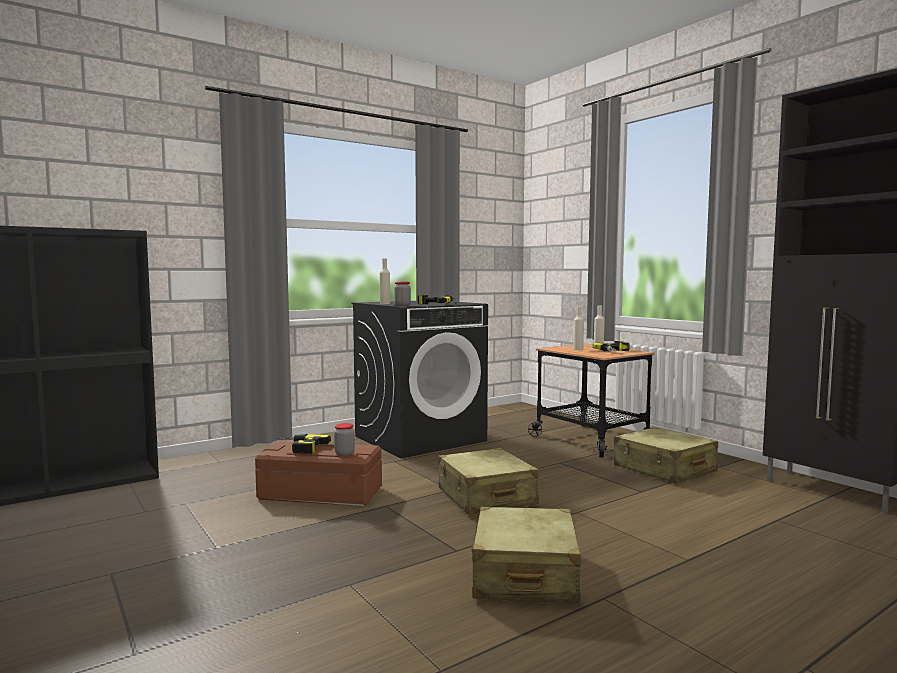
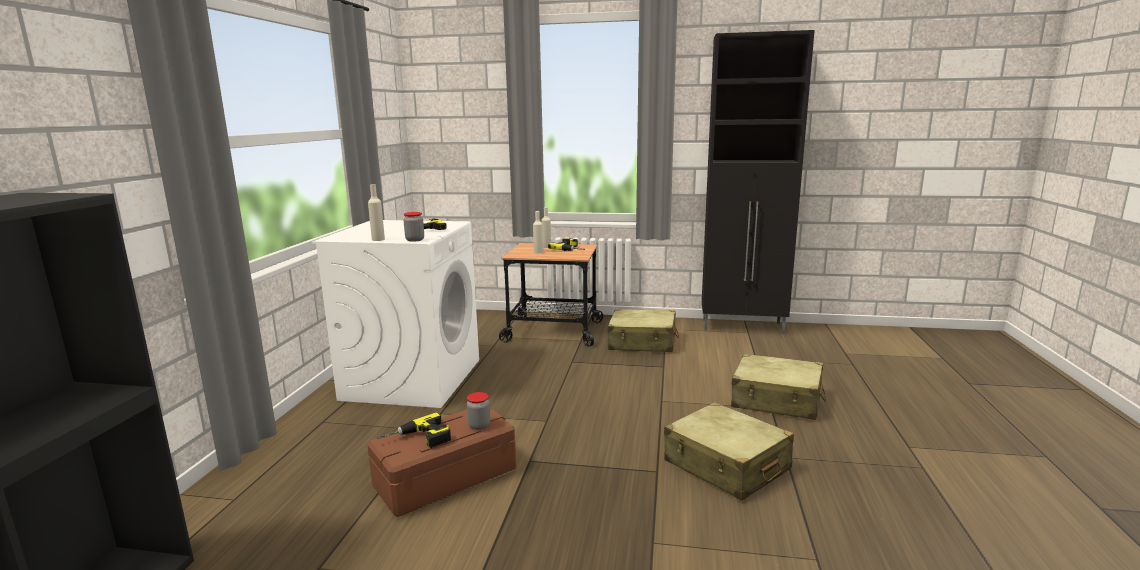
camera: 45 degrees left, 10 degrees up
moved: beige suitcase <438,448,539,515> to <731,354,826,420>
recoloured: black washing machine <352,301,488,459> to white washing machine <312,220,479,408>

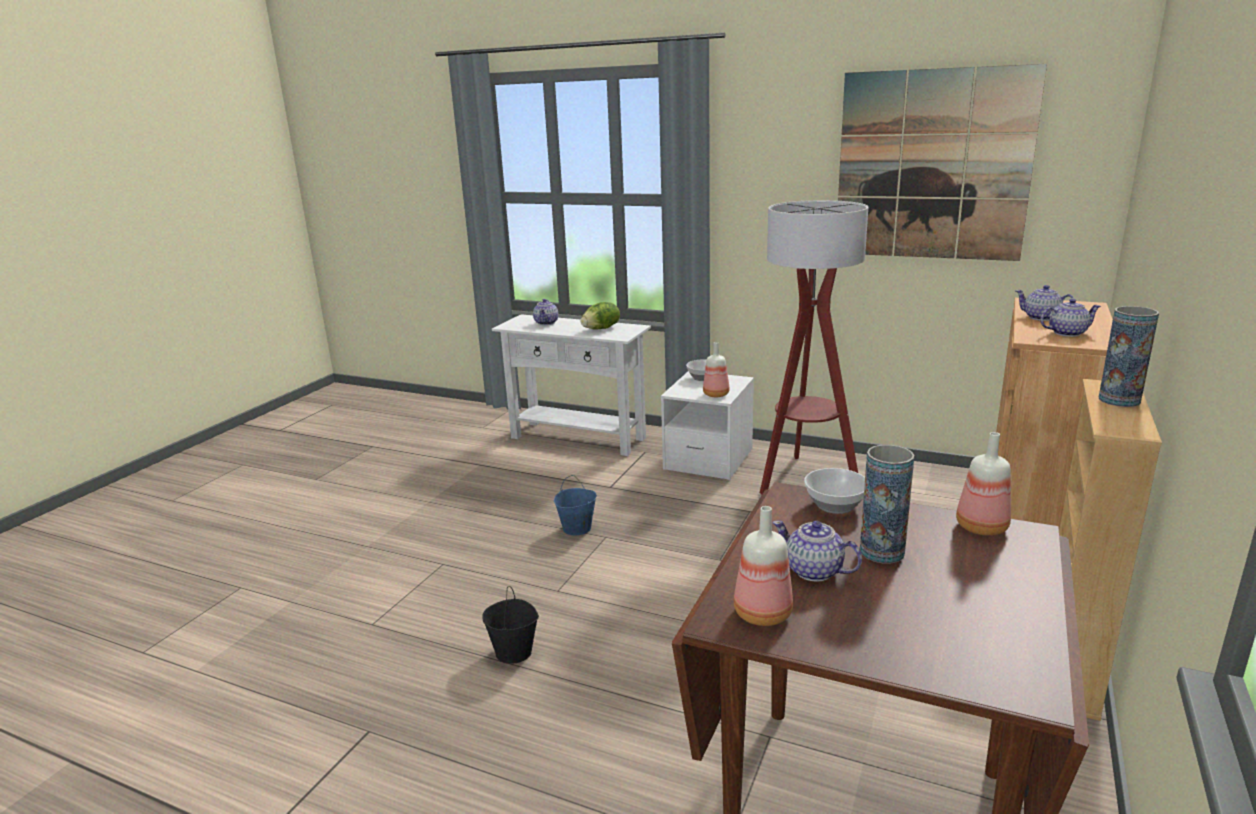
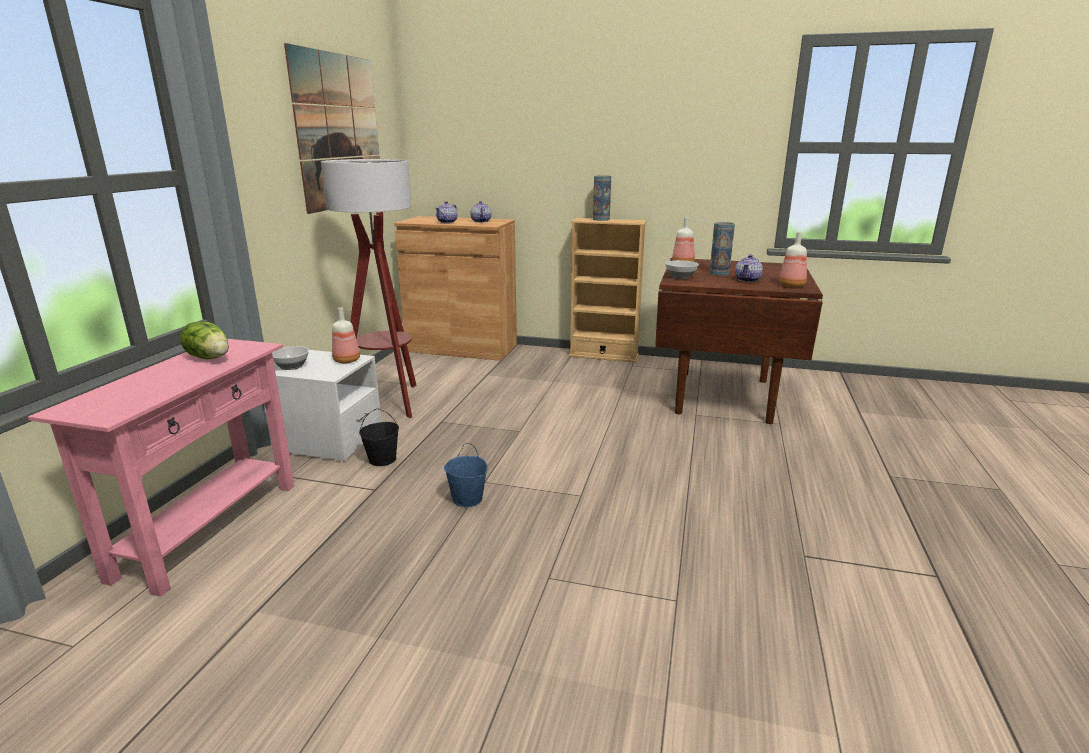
camera: 100 degrees left, 0 degrees up
removed: teapot <533,299,558,325>
moved: black bucket <482,586,539,664> to <359,408,399,466>
recoloured: white console table <492,314,651,456> to pink console table <28,339,294,597>

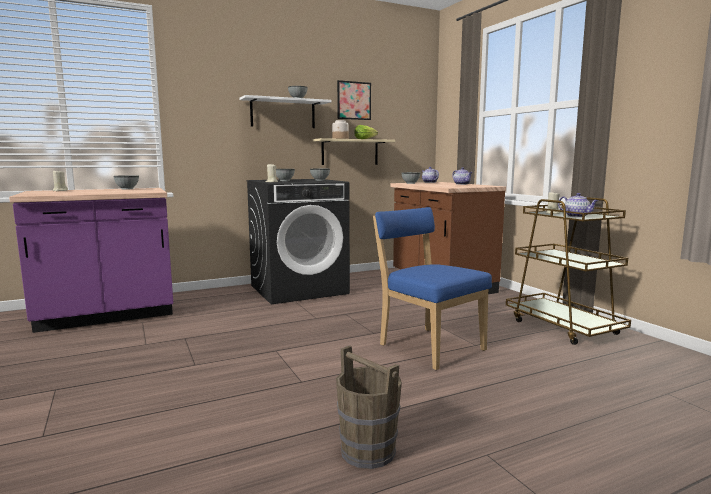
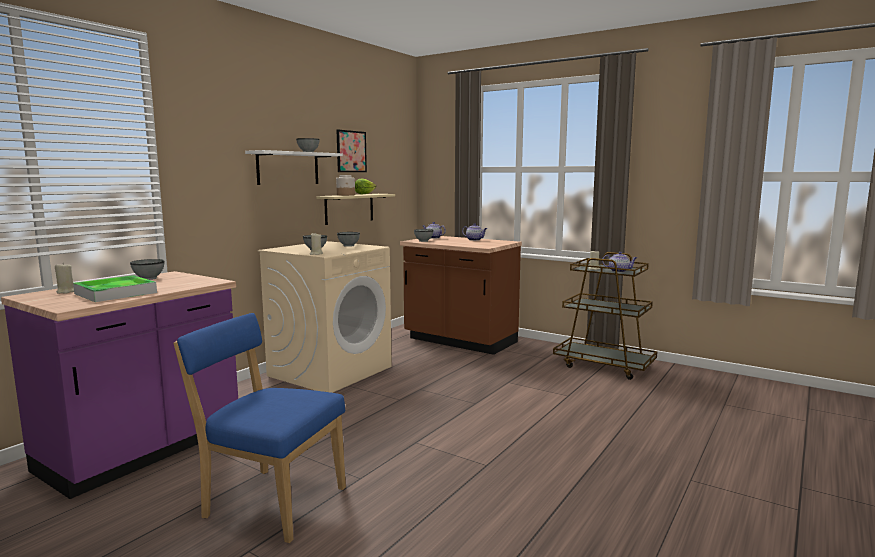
camera: 30 degrees left, 0 degrees up
removed: brown bucket <336,345,402,469>
added: tray <73,275,157,302>
moved: blue chair <373,207,492,370> to <173,313,346,543>
recoloured: black washing machine <247,179,350,304> to beige washing machine <258,241,392,393>

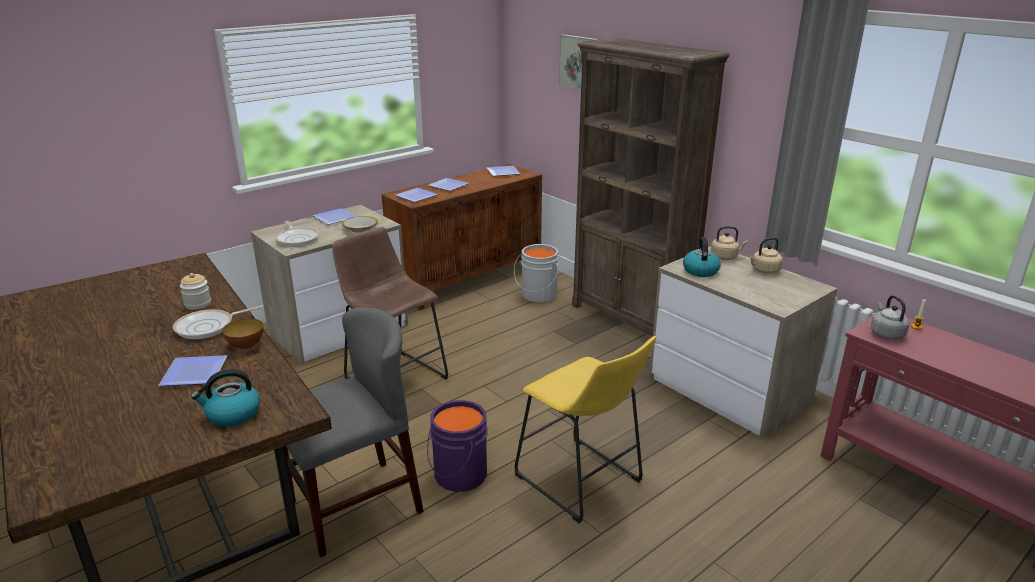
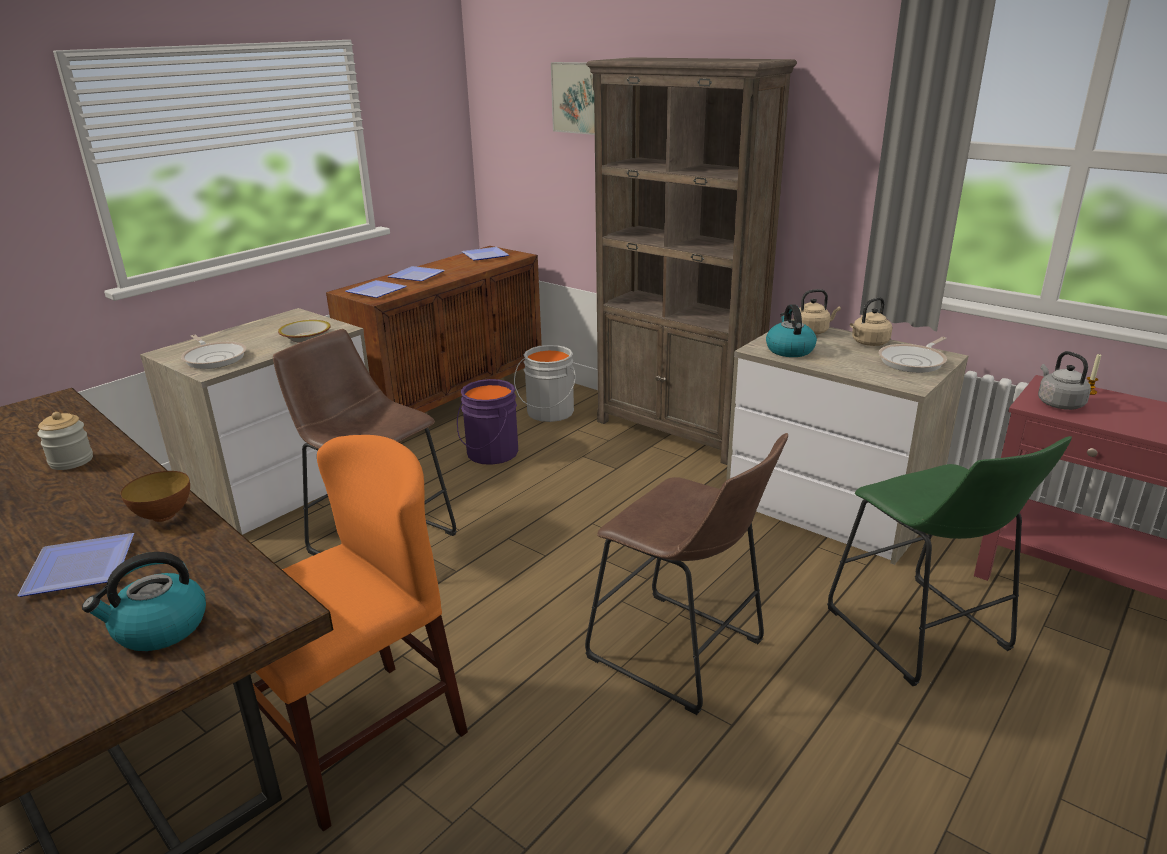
camera: 10 degrees left, 0 degrees up
removed: plate <313,208,356,225>
added: green stool <827,436,1072,686>
moved: frying pan <173,306,260,339> to <879,337,947,373>; purple bucket <427,400,488,492> to <457,379,518,465>
recoloured: grey chair <285,307,424,557> to orange chair <253,435,468,831>; yellow stool <515,336,656,523> to brown stool <585,433,788,715>

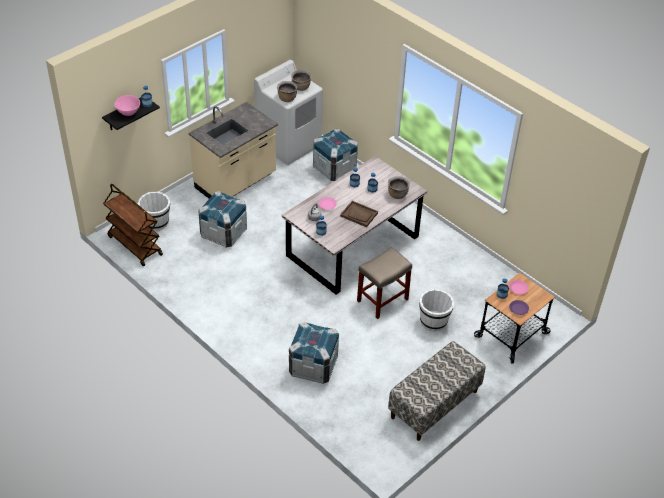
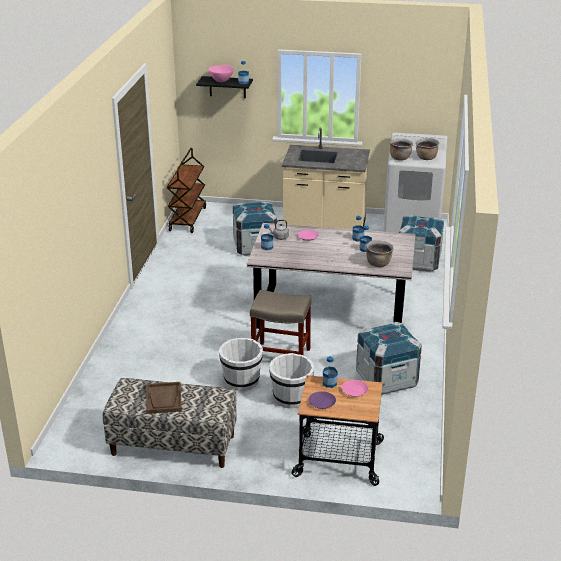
camera: 55 degrees right, 15 degrees down
moved: white bucket <138,192,170,231> to <219,338,263,391>; crate <289,322,339,384> to <356,322,422,395>; brown tray <340,201,378,227> to <146,382,182,414>

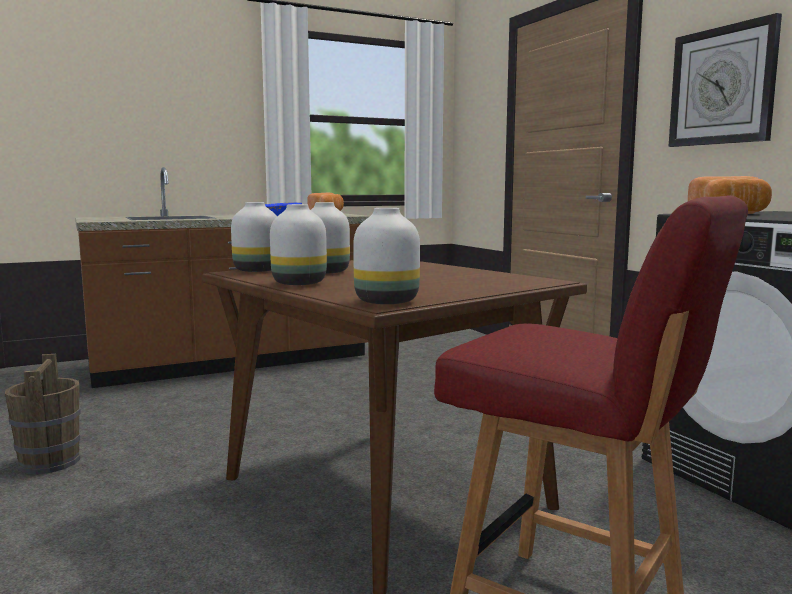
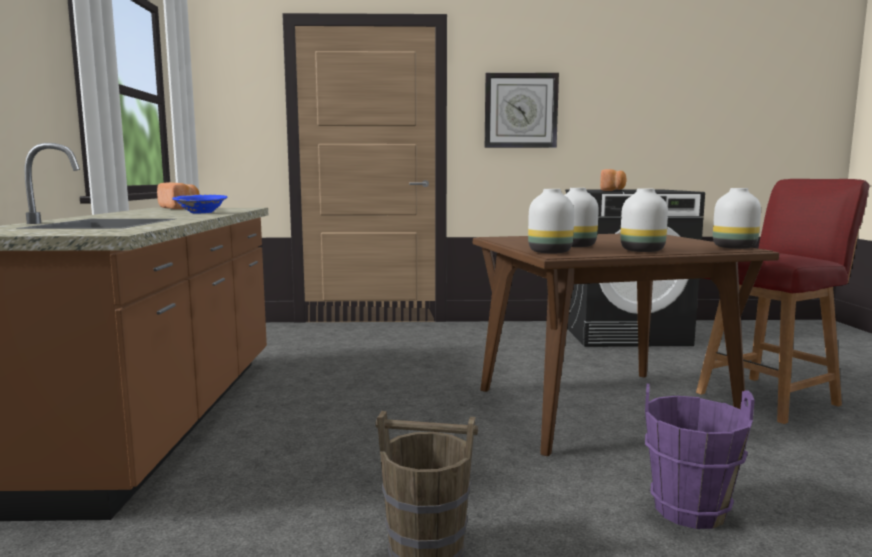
camera: 65 degrees left, 0 degrees up
added: purple bucket <645,384,755,529>

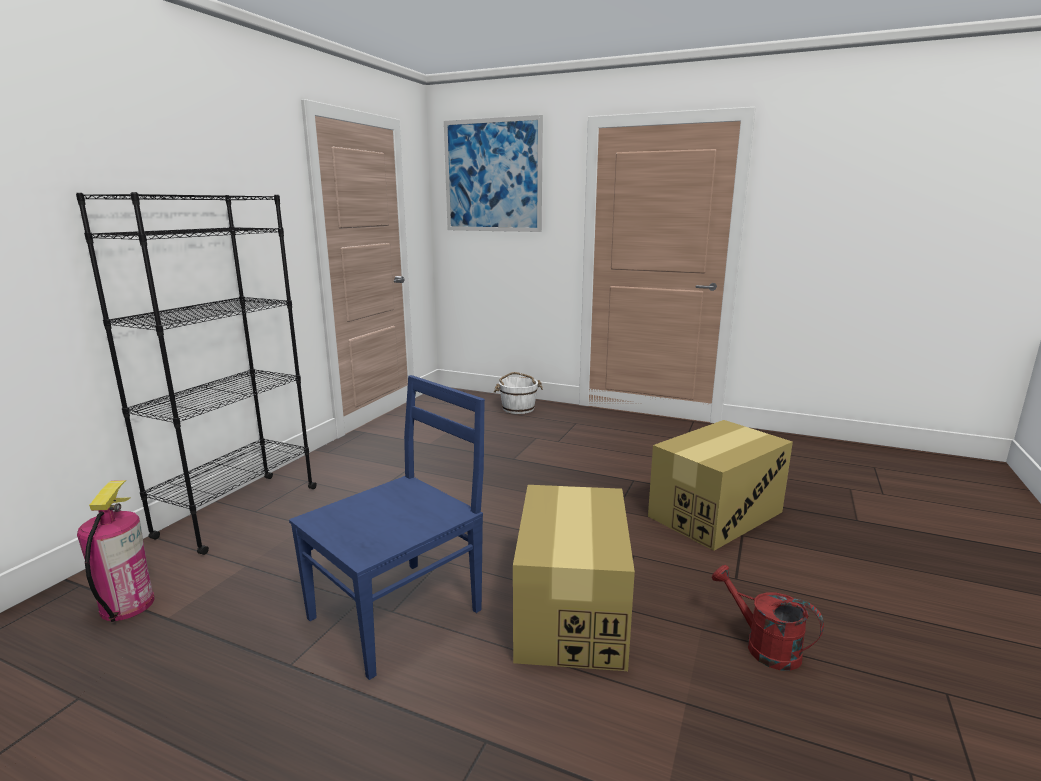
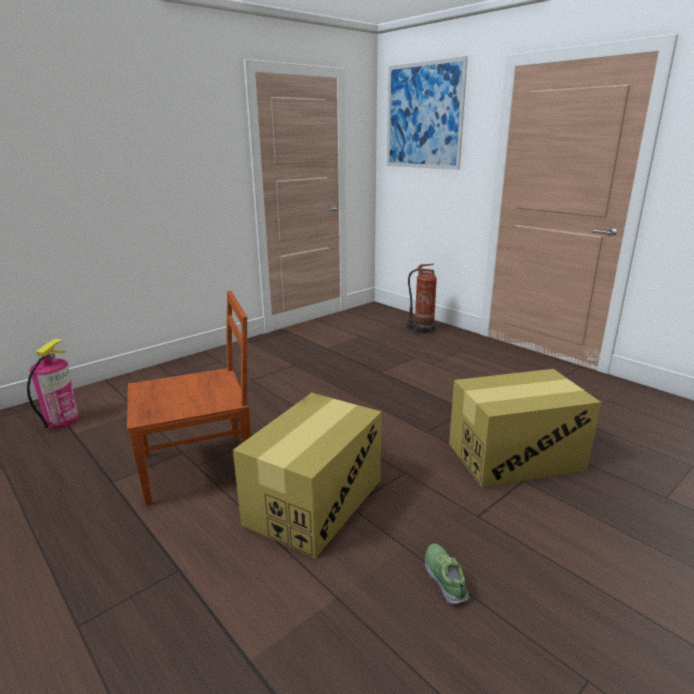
camera: 25 degrees right, 5 degrees up
removed: black bookcase <76,192,317,555>
replaced: white bucket <494,372,543,414> to fire extinguisher <407,264,437,334>; red watering can <712,565,824,671> to shoe <425,543,469,605>
recoloured: blue chair <289,375,485,680> to brown chair <127,291,251,506>

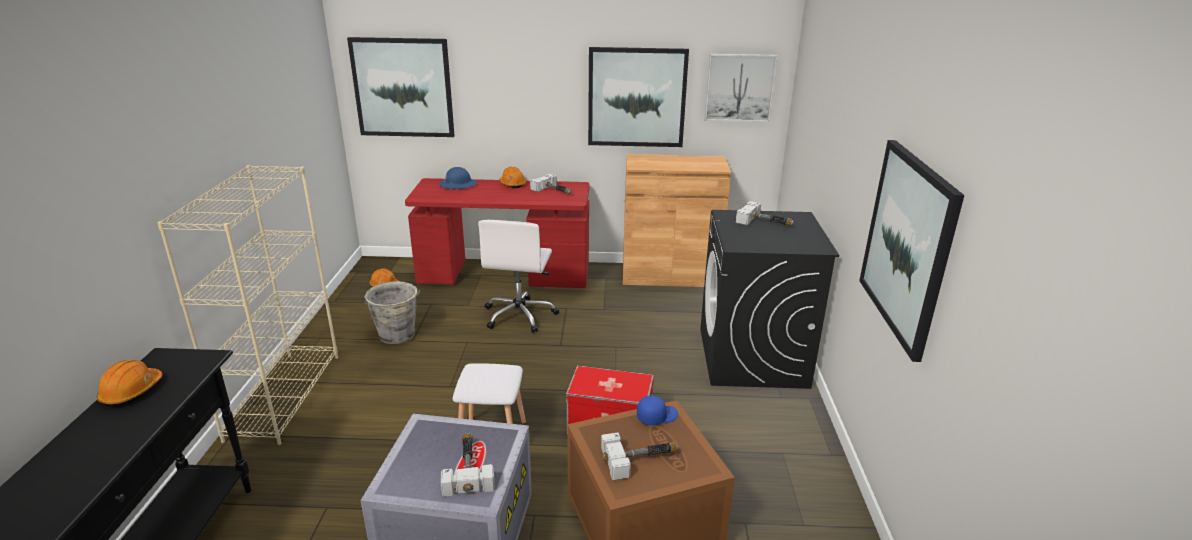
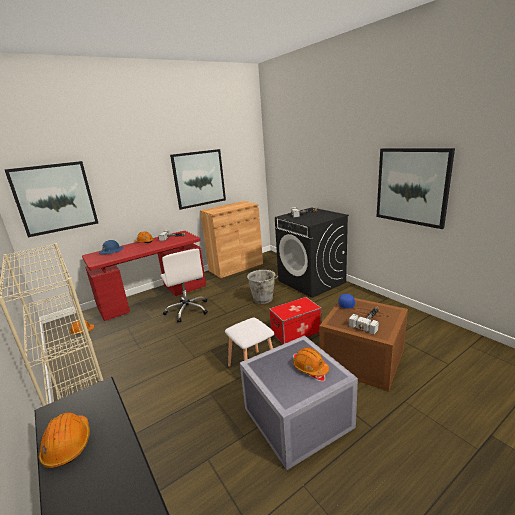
camera: 35 degrees left, 5 degrees down
removed: picture <704,54,777,122>
moved: grey bucket <364,282,420,344> to <247,270,278,304>
replaced: hammer <441,433,495,497> to orange hard hat <293,347,329,376>

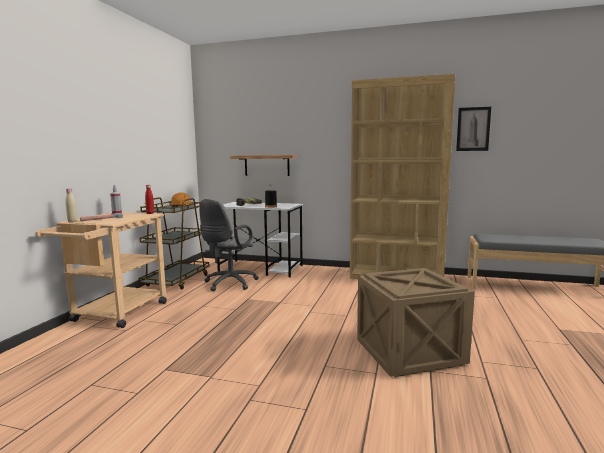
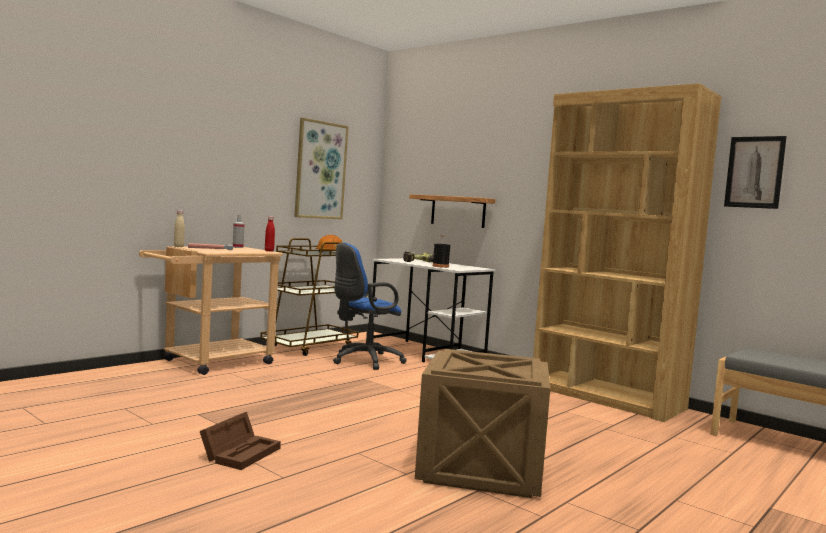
camera: 25 degrees right, 5 degrees down
added: brown storage box <200,412,281,470>; picture <294,118,349,219>
recoloured: grey office chair <199,199,259,291> to blue office chair <333,243,407,370>

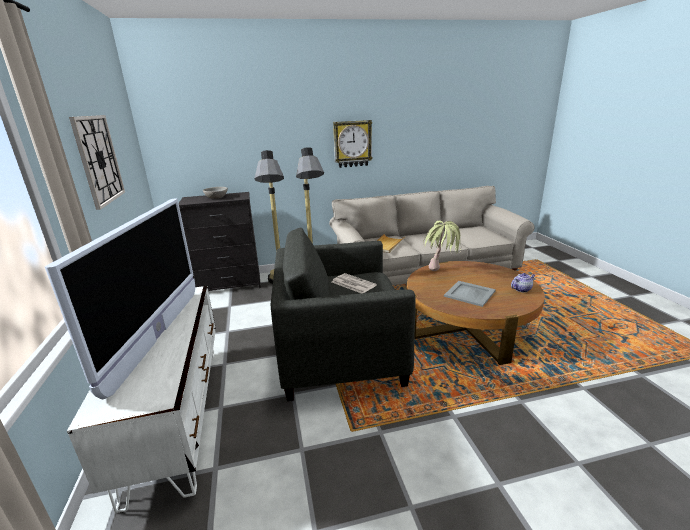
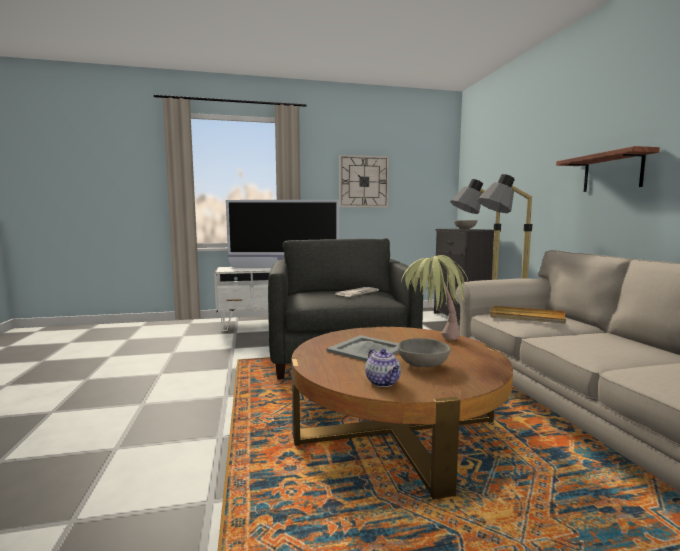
camera: 90 degrees right, 15 degrees down
added: grey bowl <398,338,451,367>
replaced: wall clock <333,120,373,168> to shelf <556,146,660,192>

